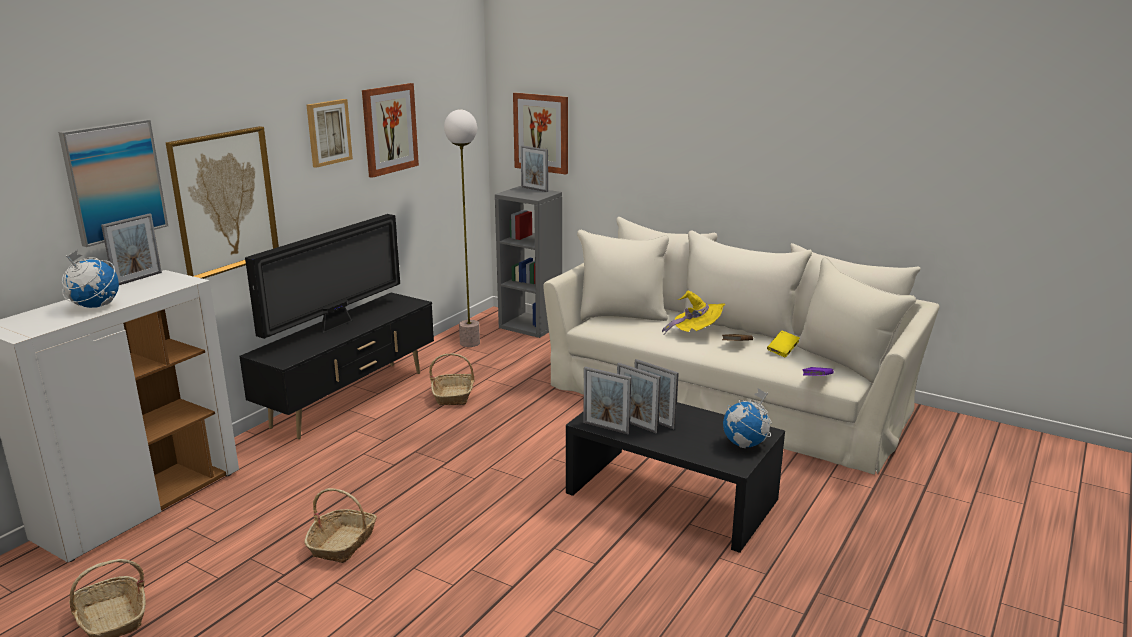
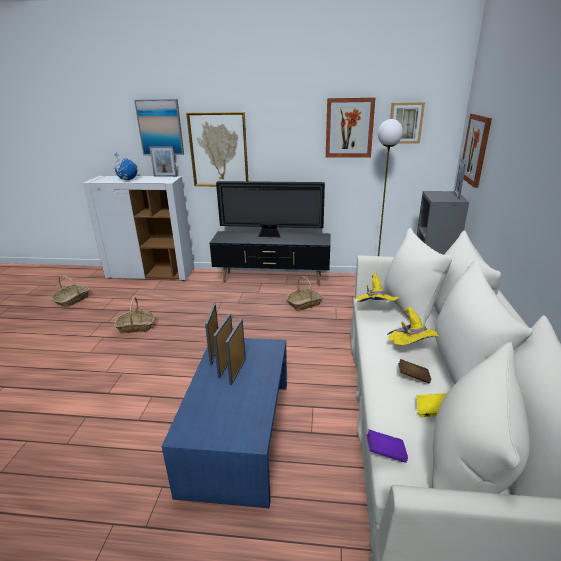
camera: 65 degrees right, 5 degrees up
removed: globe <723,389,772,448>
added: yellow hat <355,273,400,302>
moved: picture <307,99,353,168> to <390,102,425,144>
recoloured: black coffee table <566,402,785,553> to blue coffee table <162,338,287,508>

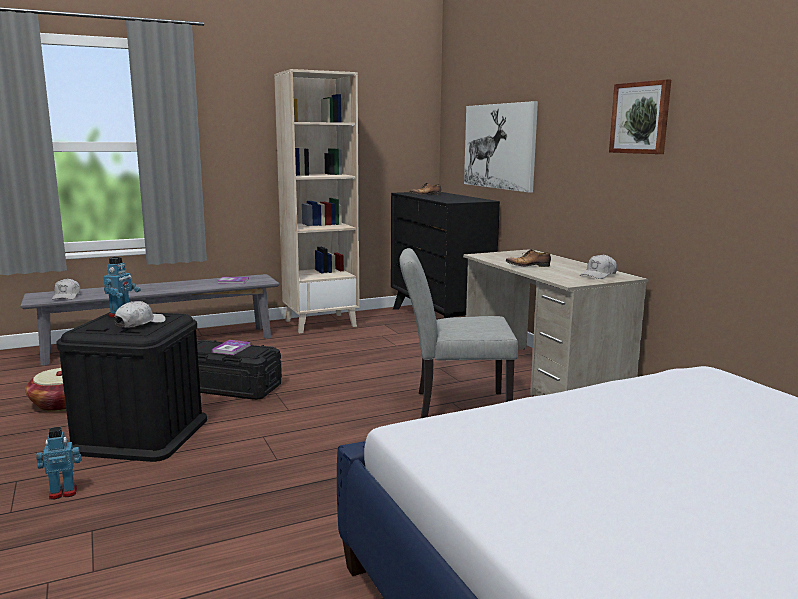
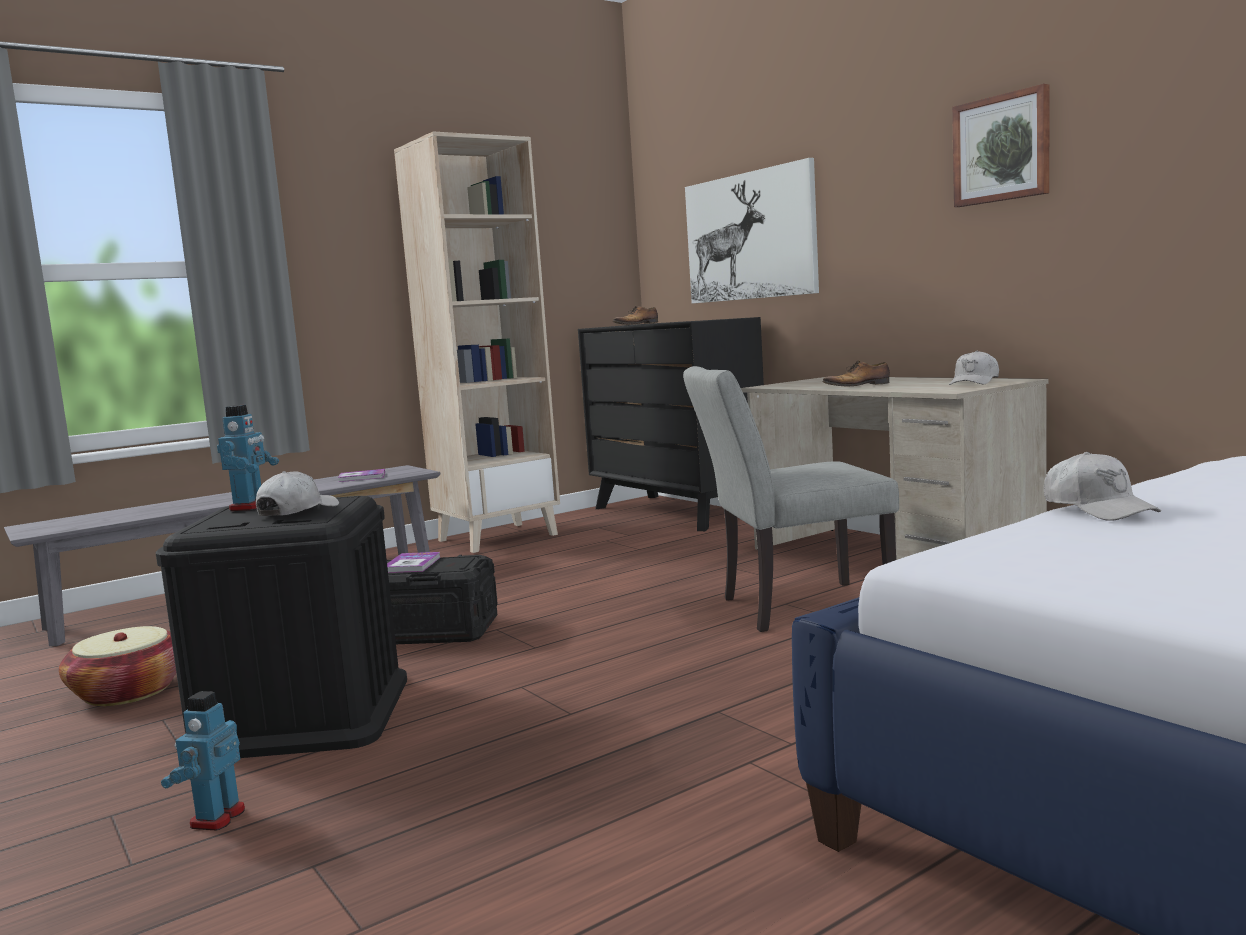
camera: 10 degrees left, 5 degrees down
moved: white cap <52,278,80,300> to <1044,452,1161,521>
turned: toy robot <36,427,82,500> = <161,692,245,831> 45 degrees counterclockwise

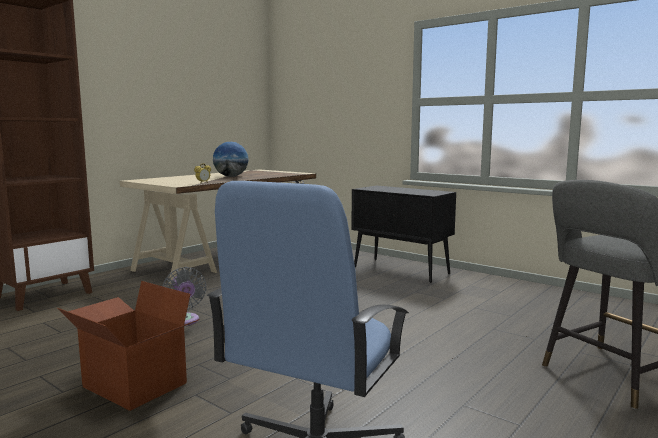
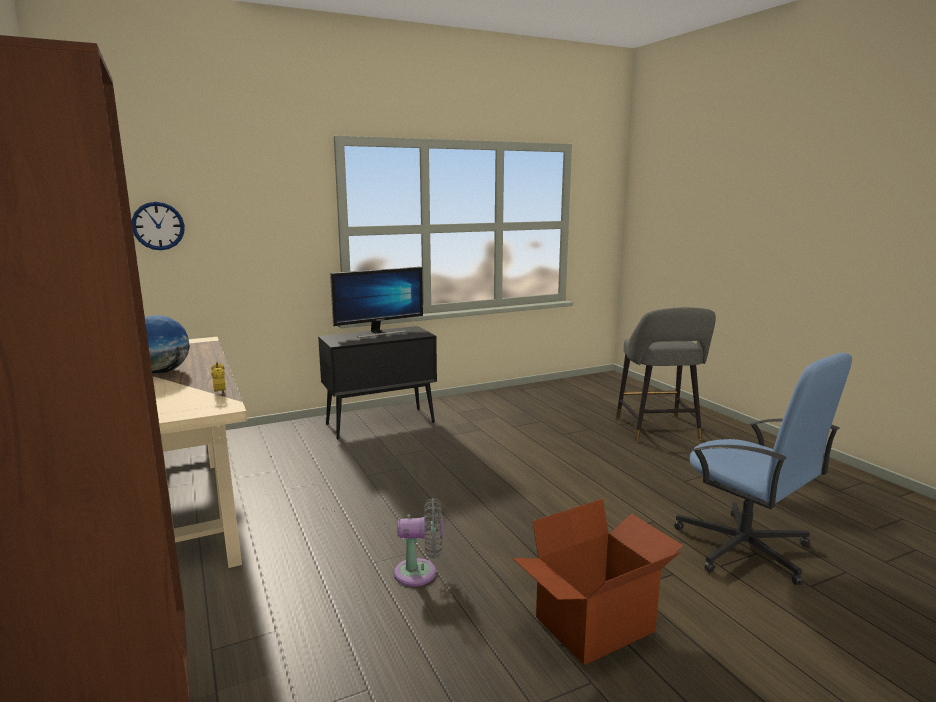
camera: 65 degrees left, 5 degrees up
added: wall clock <132,202,185,250>; monitor <330,267,423,338>

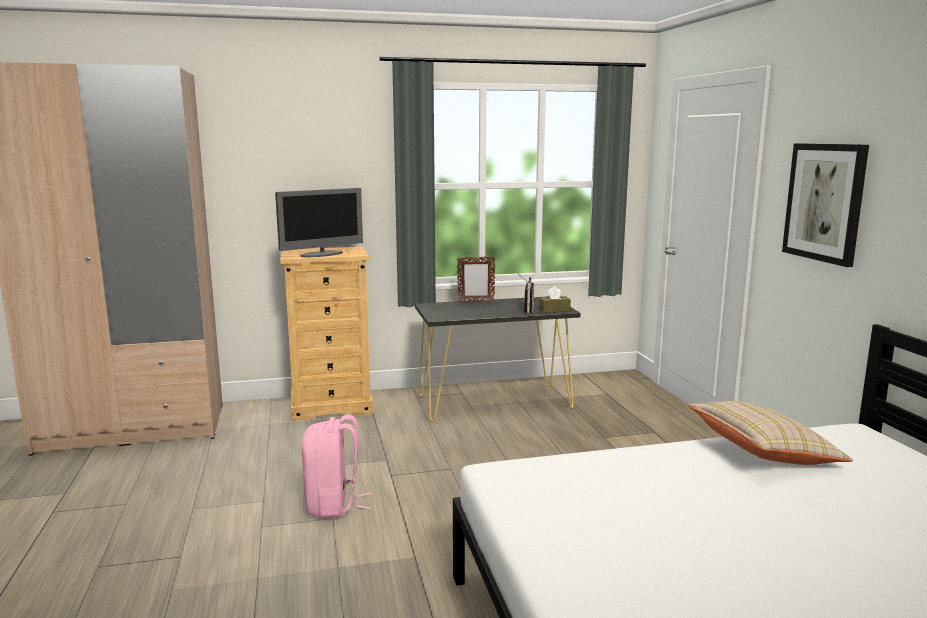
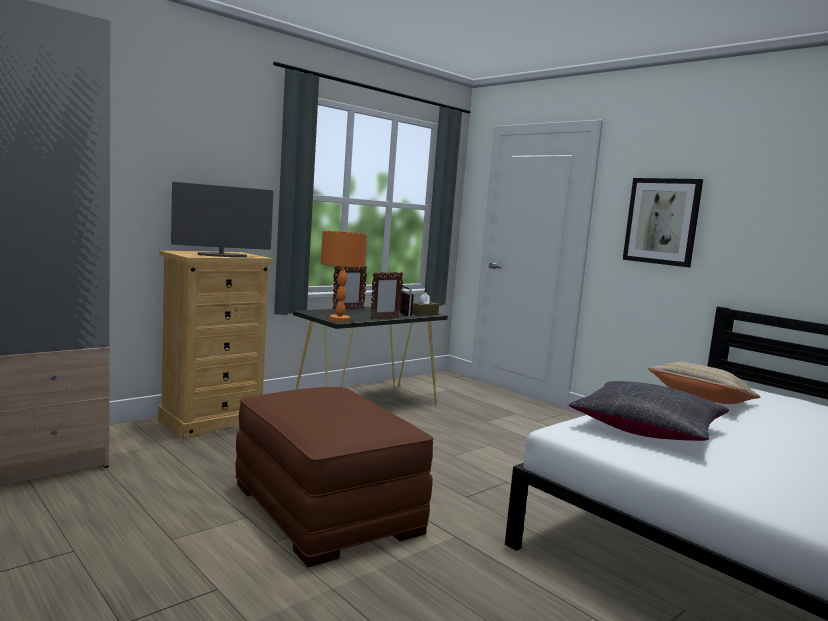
camera: 30 degrees left, 5 degrees down
added: orange table lamp <321,231,367,322>; picture frame <370,272,403,320>; black pillow <569,381,729,441>
replaced: pink backpack <301,415,372,519> to brown ottoman <235,387,433,568>
turned: monitor <275,188,363,257> = <171,182,273,257> 135 degrees counterclockwise

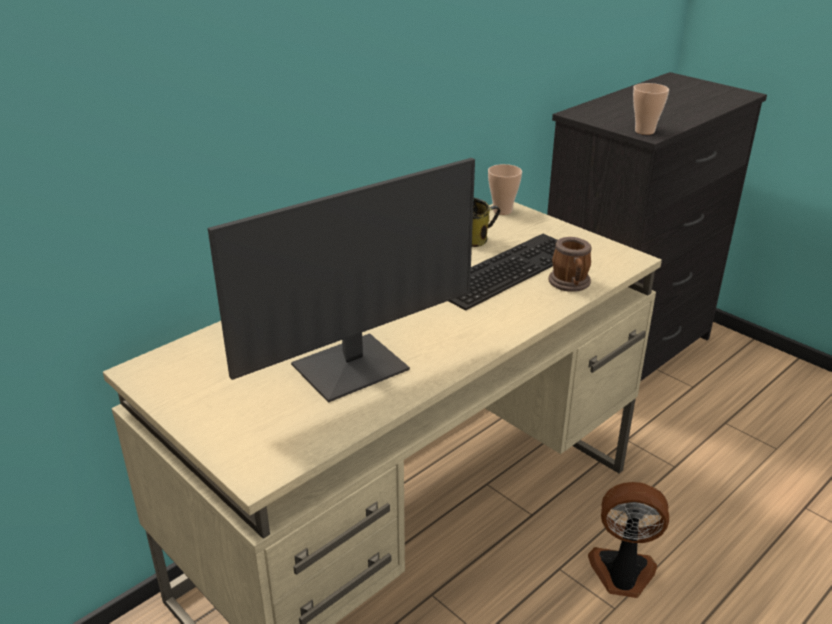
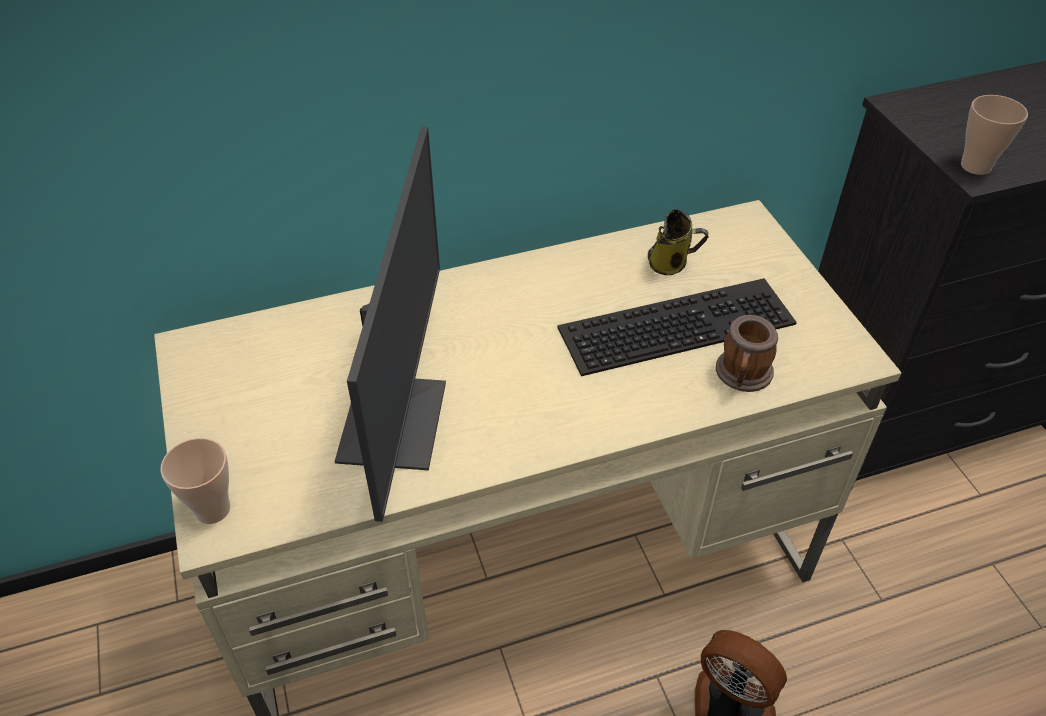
camera: 25 degrees right, 15 degrees up
moved: cup <488,164,522,215> to <160,438,230,524>
turned: monitor <208,158,475,403> = <335,127,446,522> 75 degrees counterclockwise

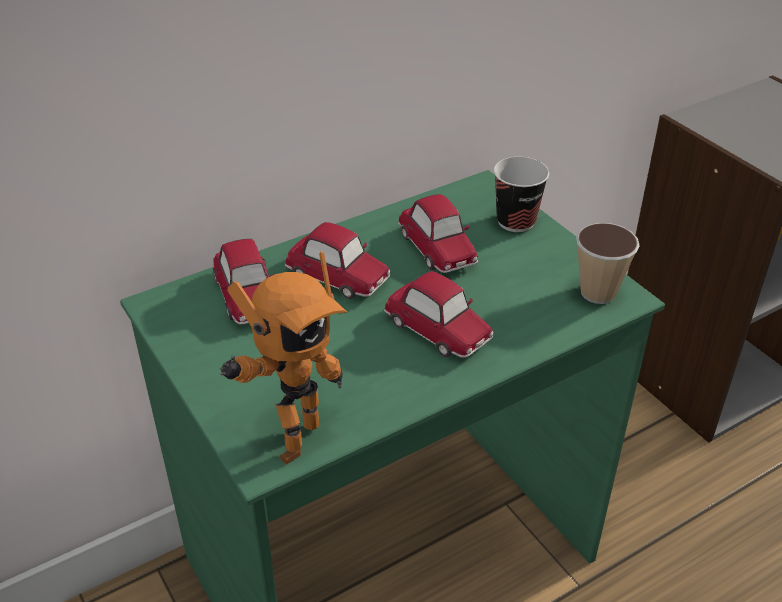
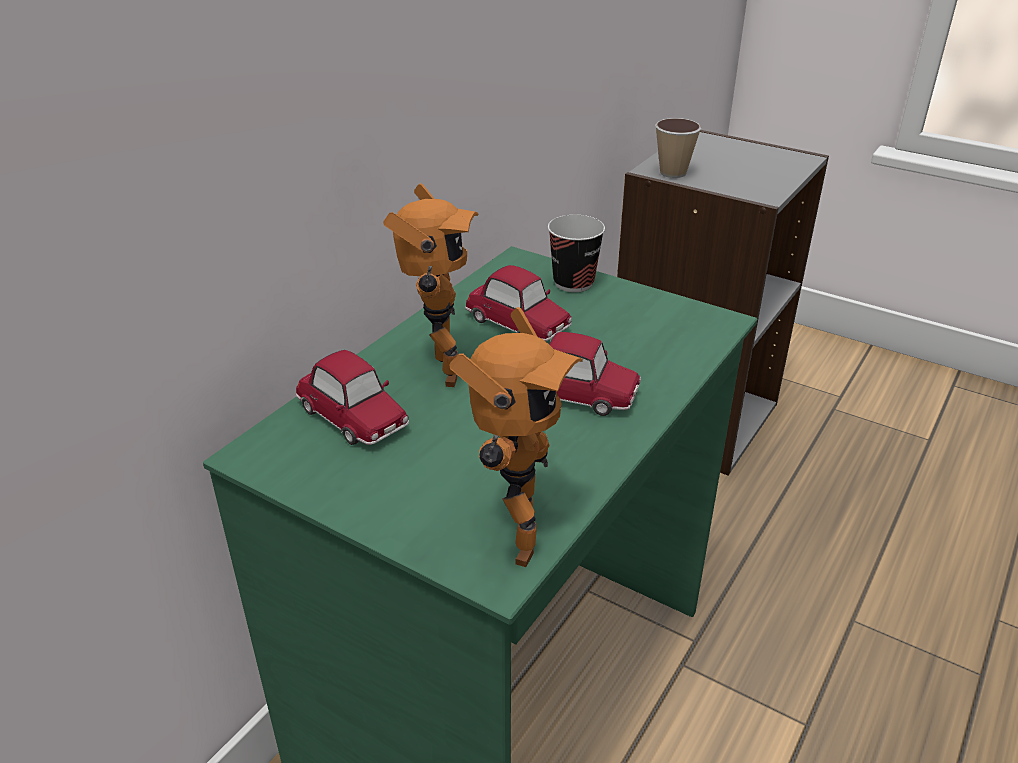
camera: 25 degrees left, 5 degrees down
moved: cup <576,223,640,304> to <655,118,701,178>
replaced: toy car <285,222,390,299> to toy robot <383,183,478,387>

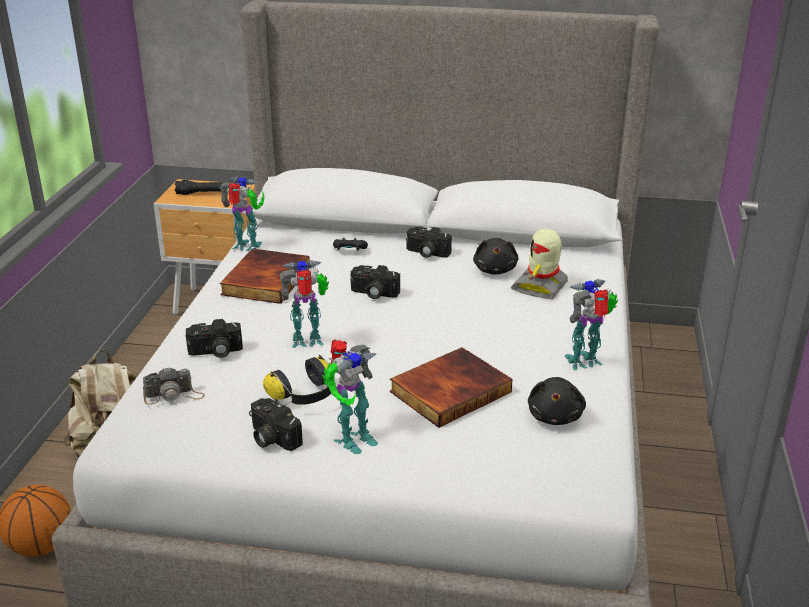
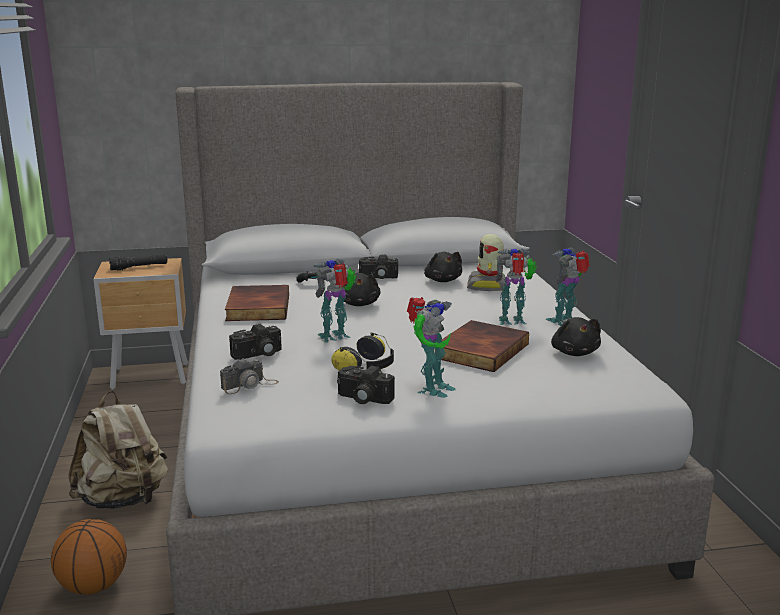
camera: 20 degrees left, 10 degrees down
moved: toy robot <220,176,265,251> to <496,248,537,325>
replaced: photo camera <350,265,400,299> to black plush toy <344,273,381,306>

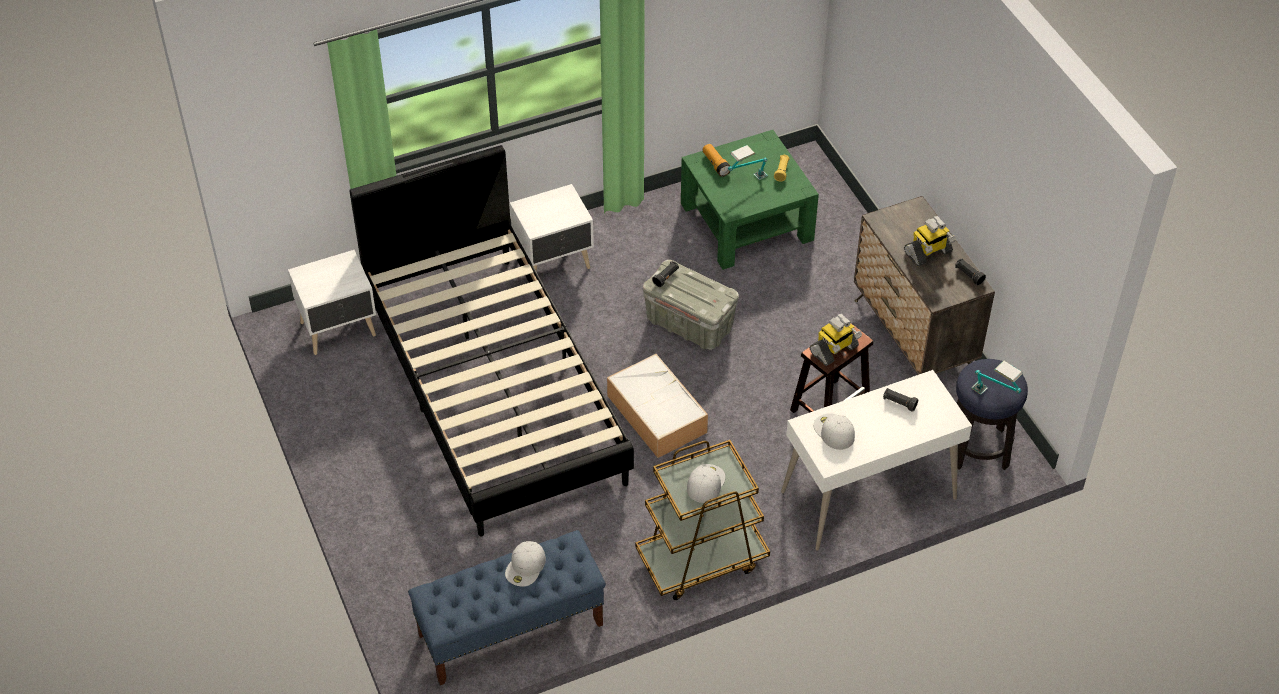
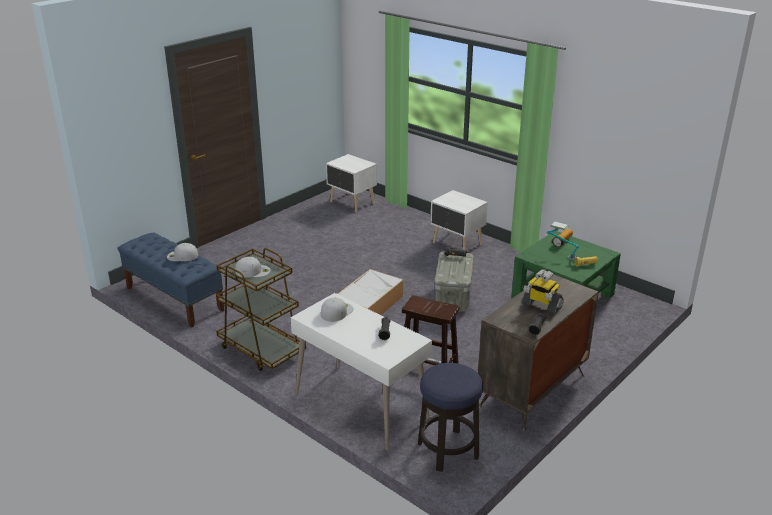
camera: 65 degrees right, 20 degrees down
removed: black bed <349,145,634,537>; toy robot <810,314,862,366>; table lamp <971,361,1022,395>

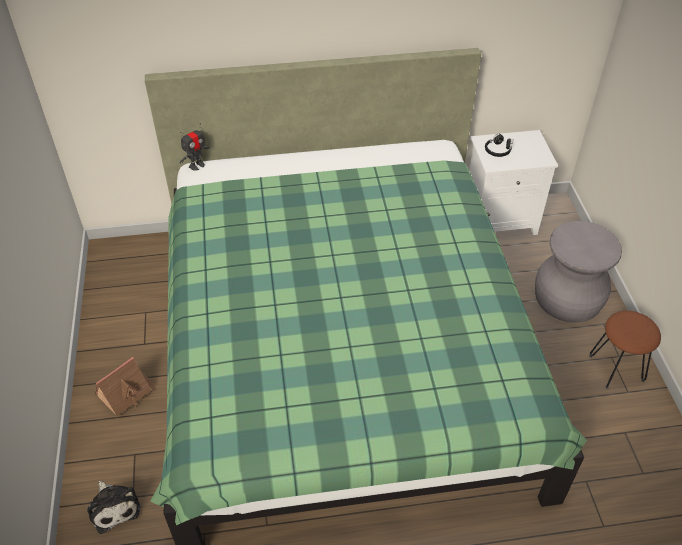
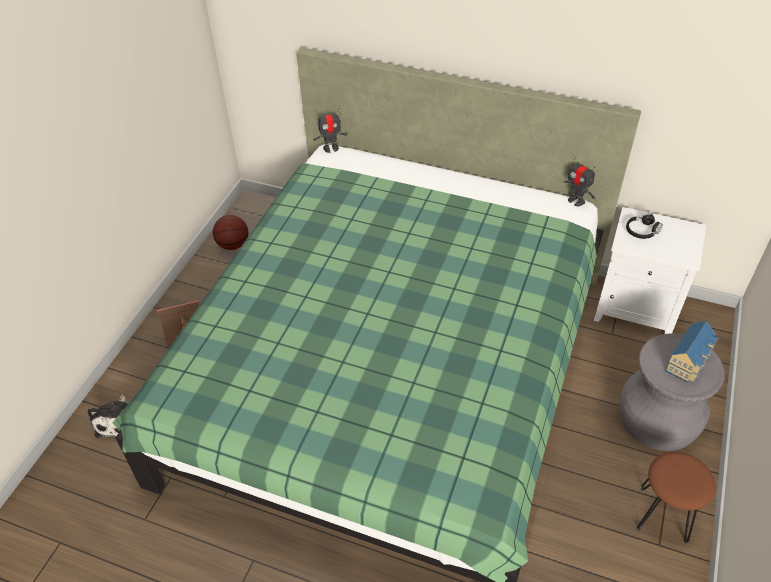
camera: 30 degrees right, 0 degrees up
added: basketball <213,215,248,250>; toy robot <563,155,595,206>; toy house <665,321,719,383>

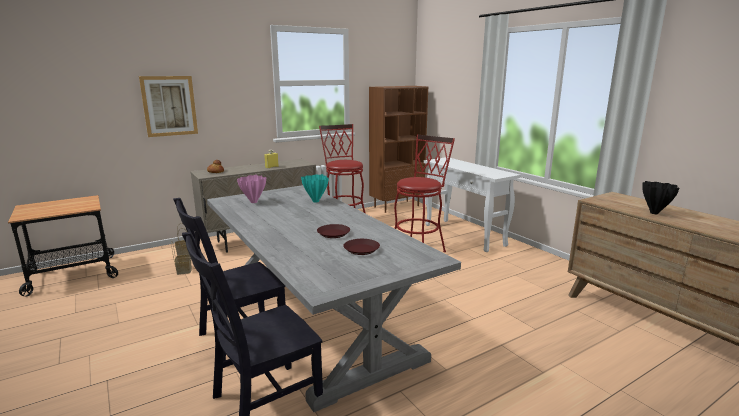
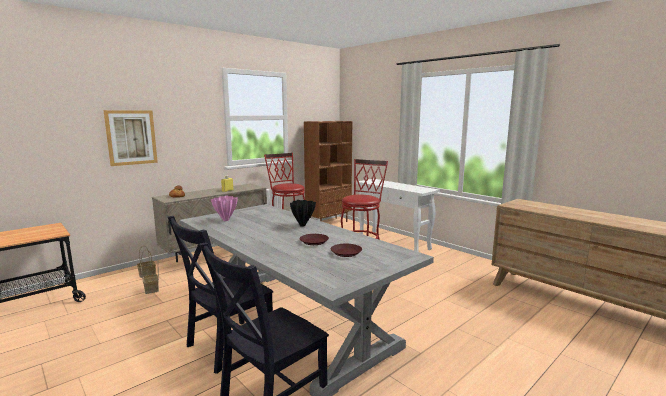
camera: 10 degrees left, 5 degrees down
removed: turquoise vase <301,174,329,203>
moved: black vase <642,181,680,214> to <290,200,316,227>

